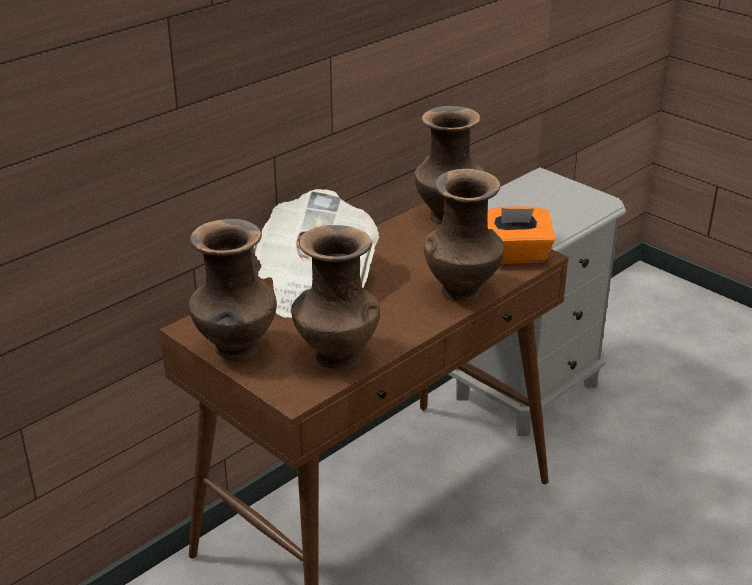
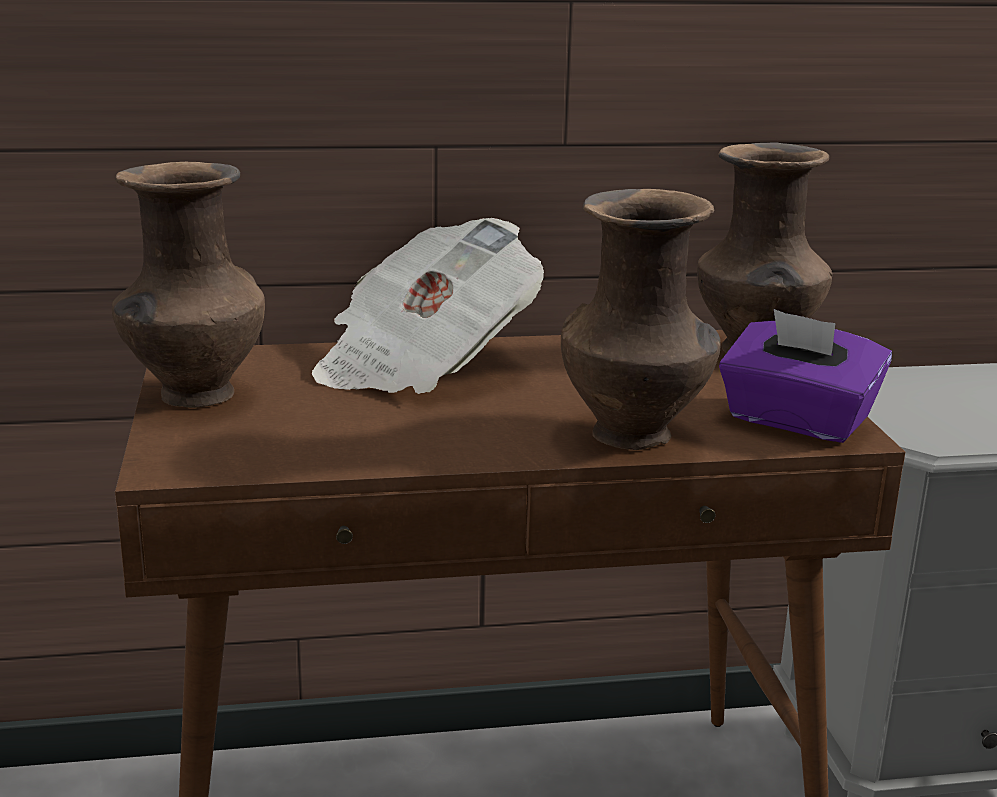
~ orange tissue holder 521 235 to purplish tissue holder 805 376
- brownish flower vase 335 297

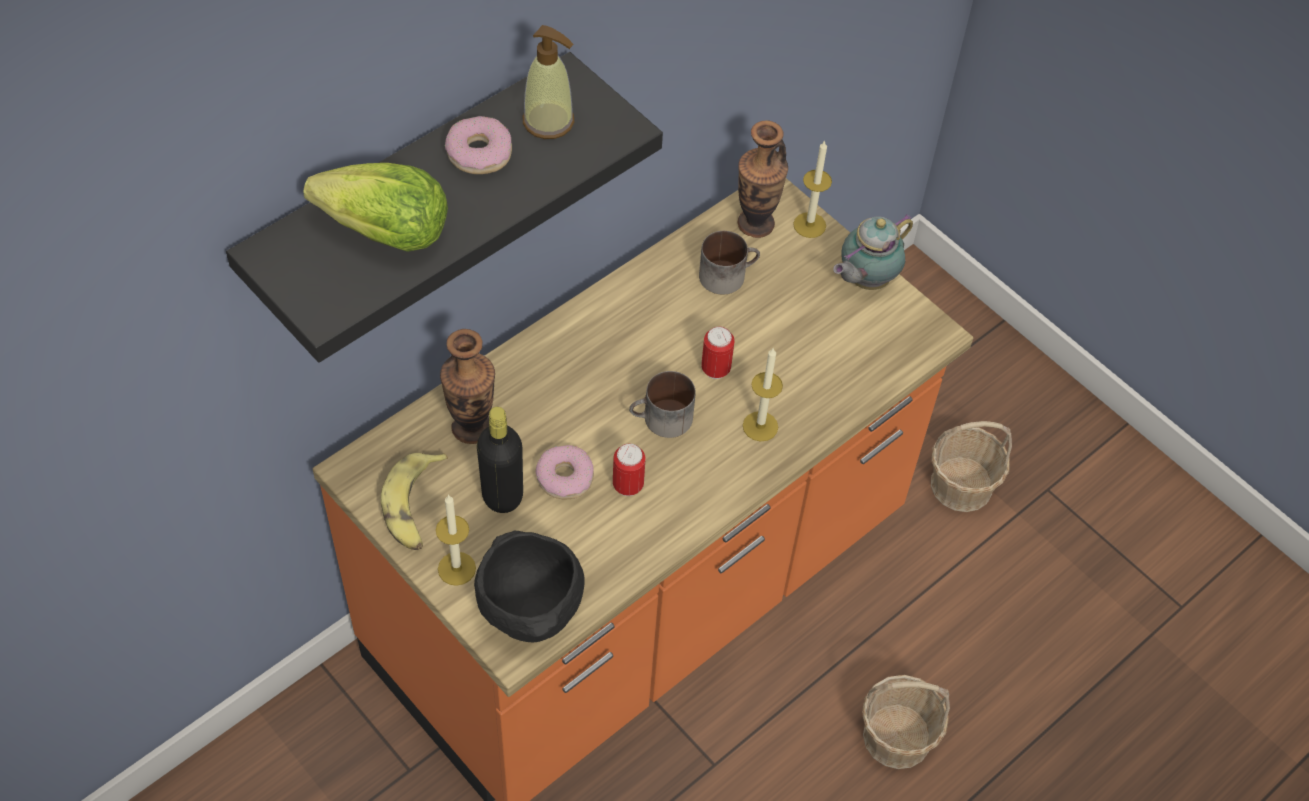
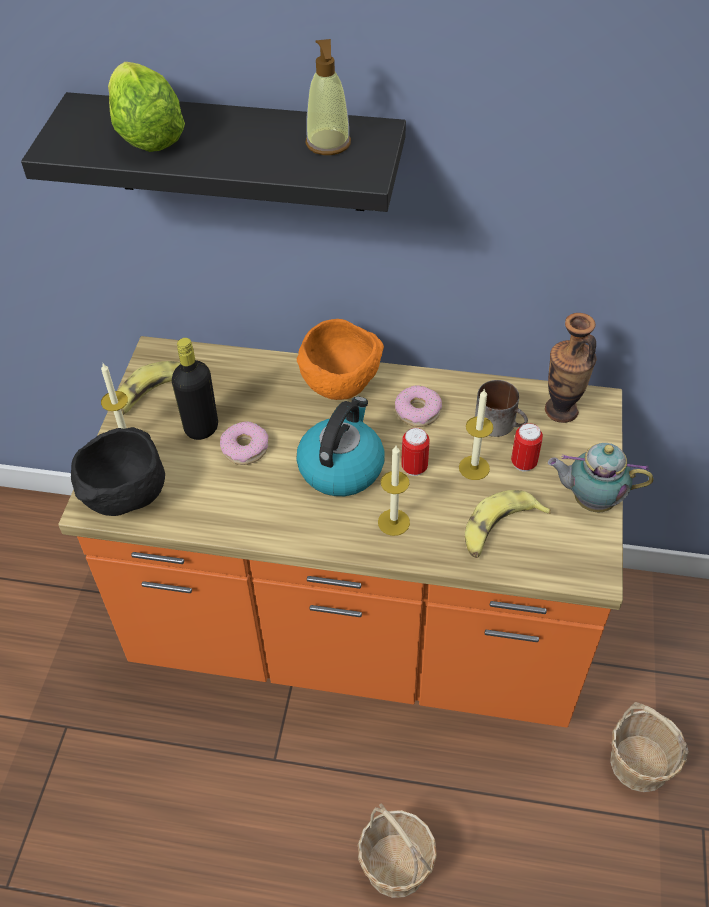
~ doughnut 478 145 to 418 406
~ candle 812 189 to 476 434
- flower vase 467 386
~ tea mug 662 404 to water kettle 340 446
~ metal can 629 469 to 527 447
+ orange deep dish 340 359
+ banana fruit 507 524

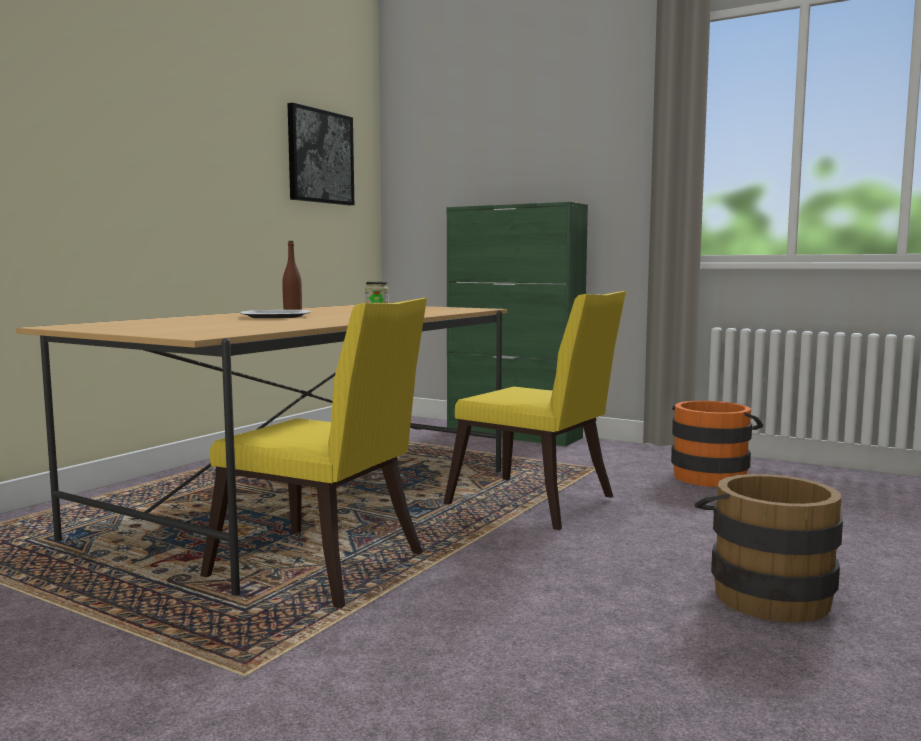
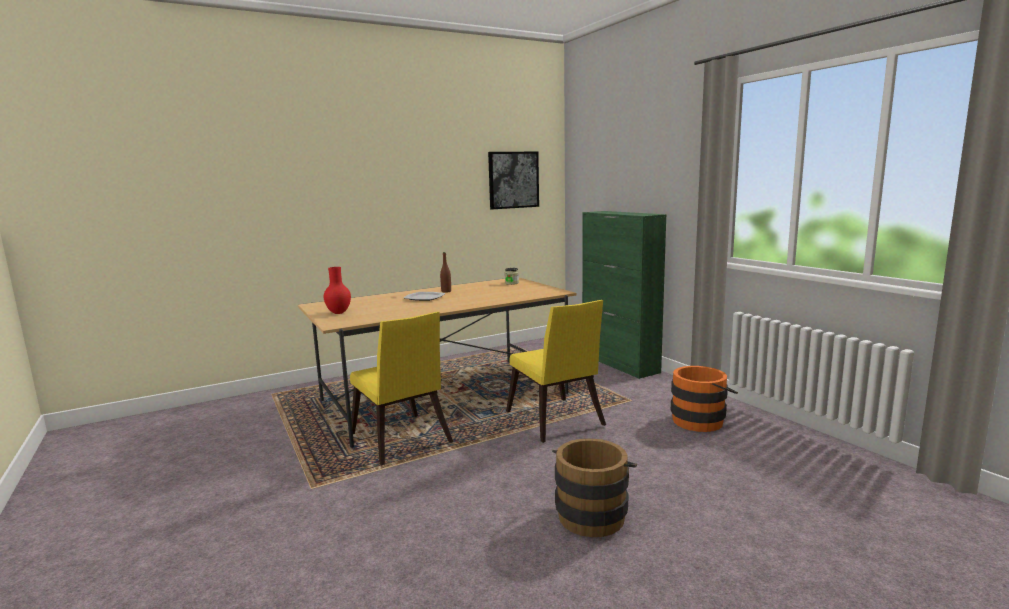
+ red-coloured flower vase 337 290

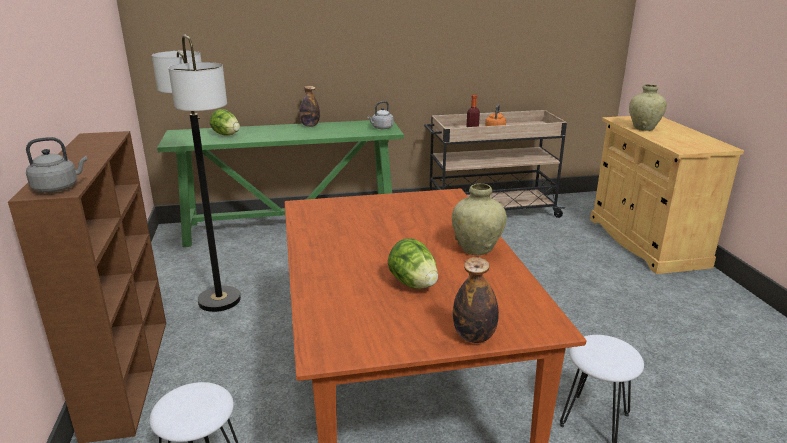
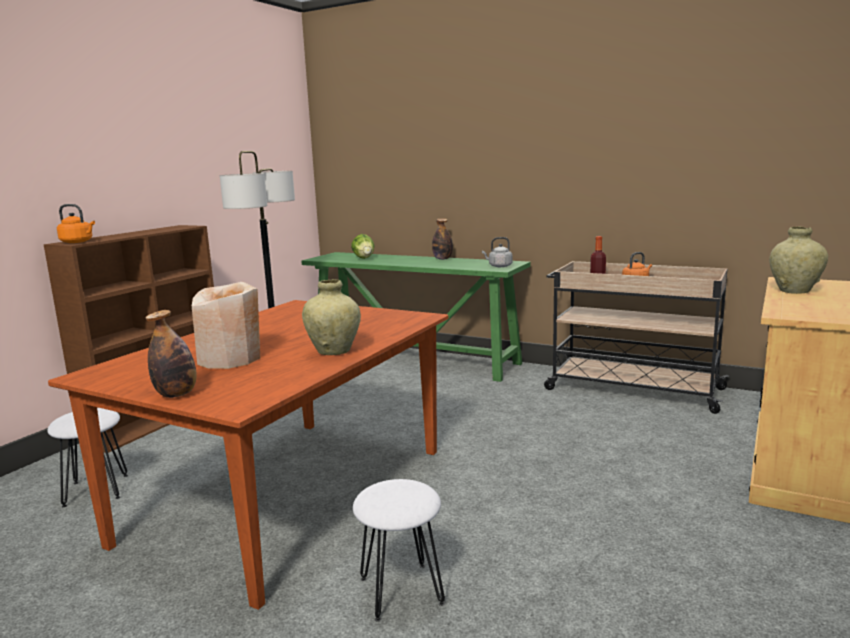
~ grey water kettle 56 165 to orange water kettle 76 223
~ lettuce head 413 264 to beige-coloured flower vase 226 325

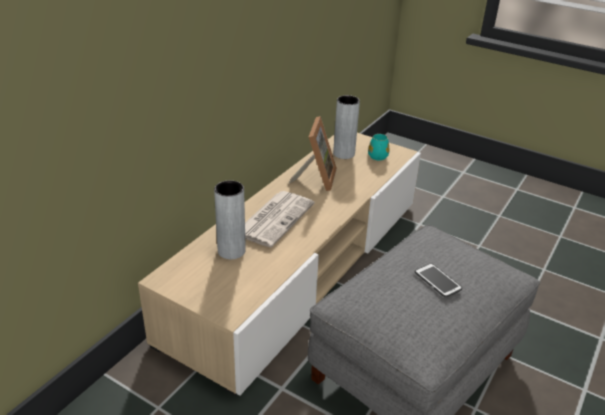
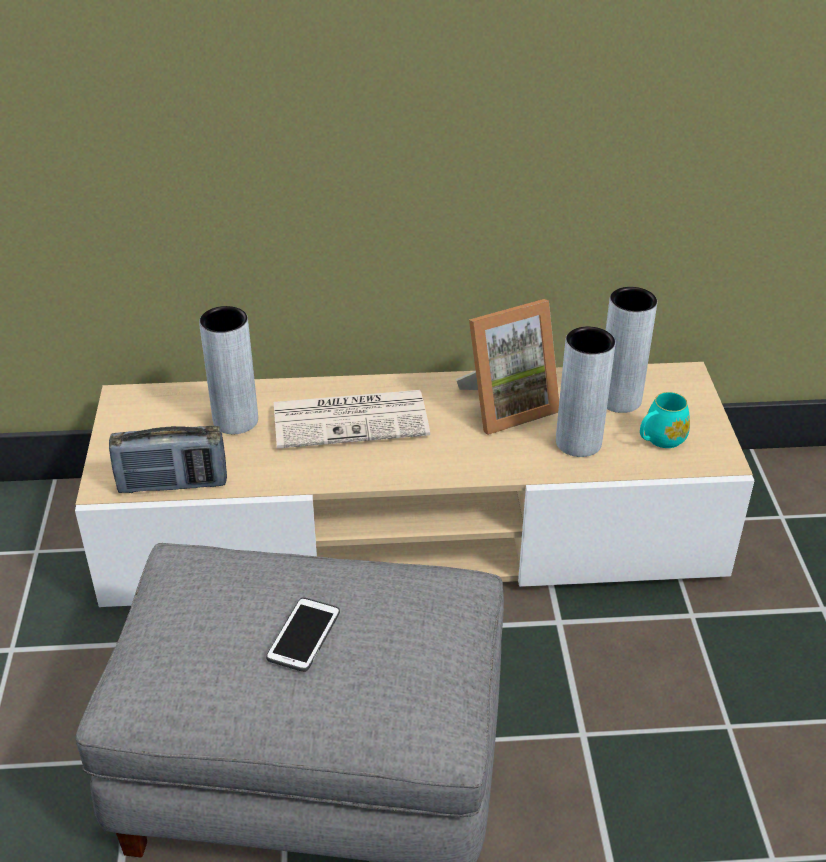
+ grey flower vase 585 392
+ radio set 168 459

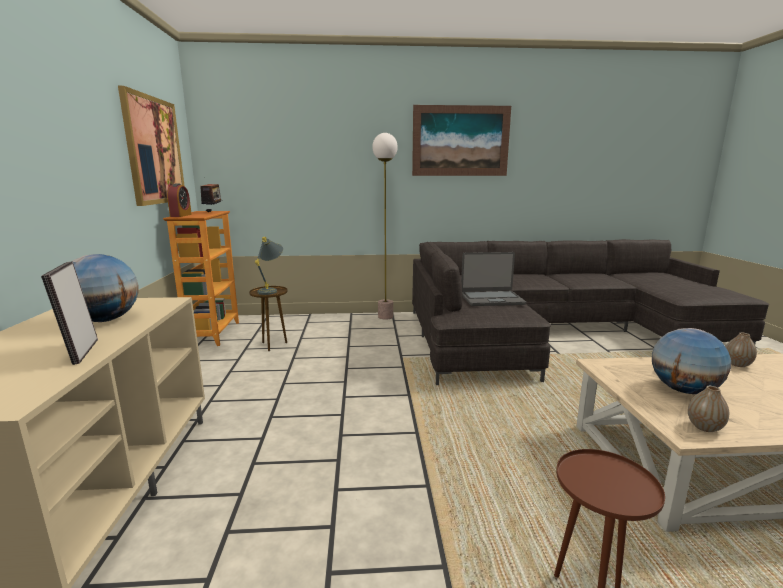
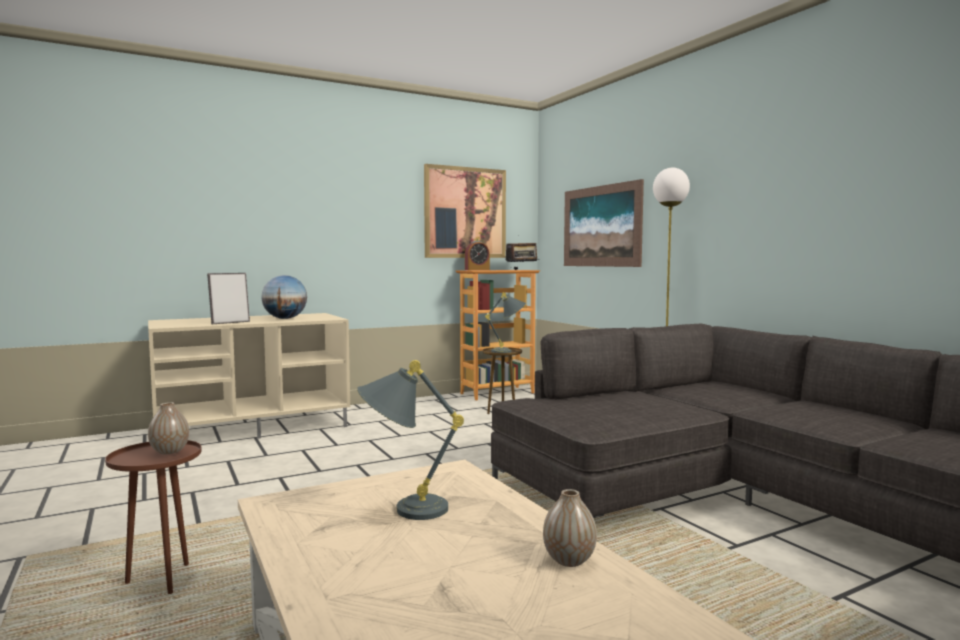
~ picture 461 140 to 604 223
- laptop 493 279
~ world globe 691 361 to grey lamp for a table 410 440
~ flower vase 708 409 to 168 428

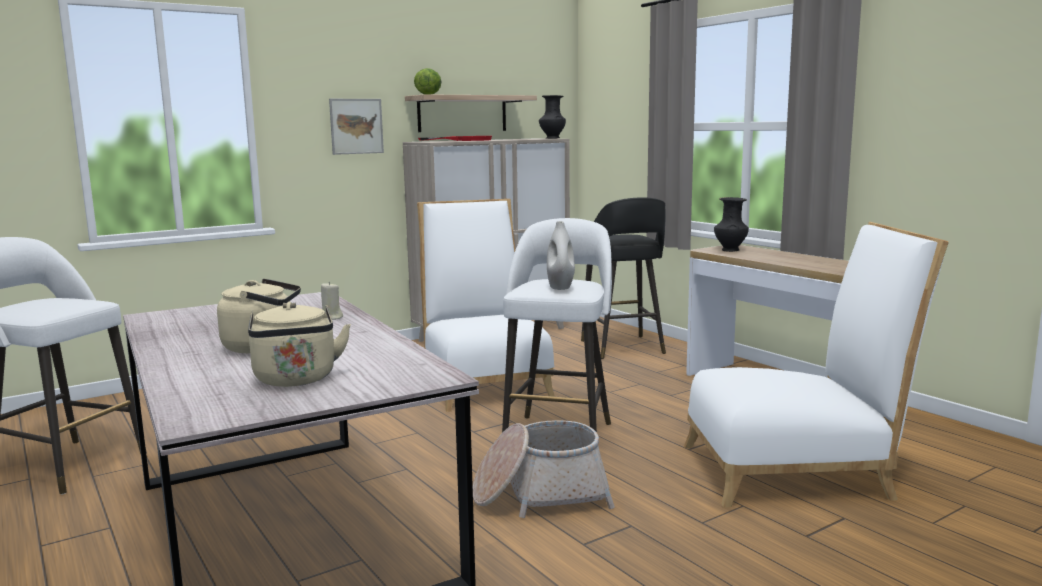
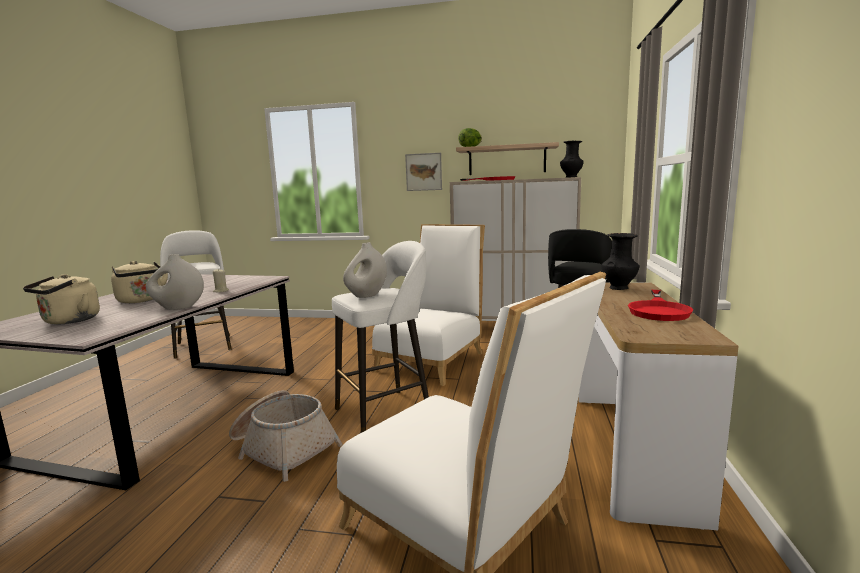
+ white flower vase 175 282
+ red-coloured frying pan 660 305

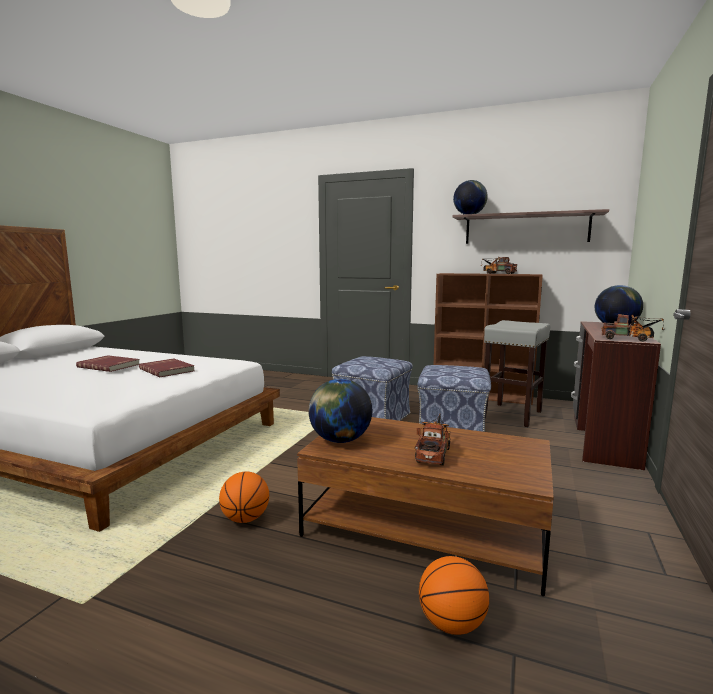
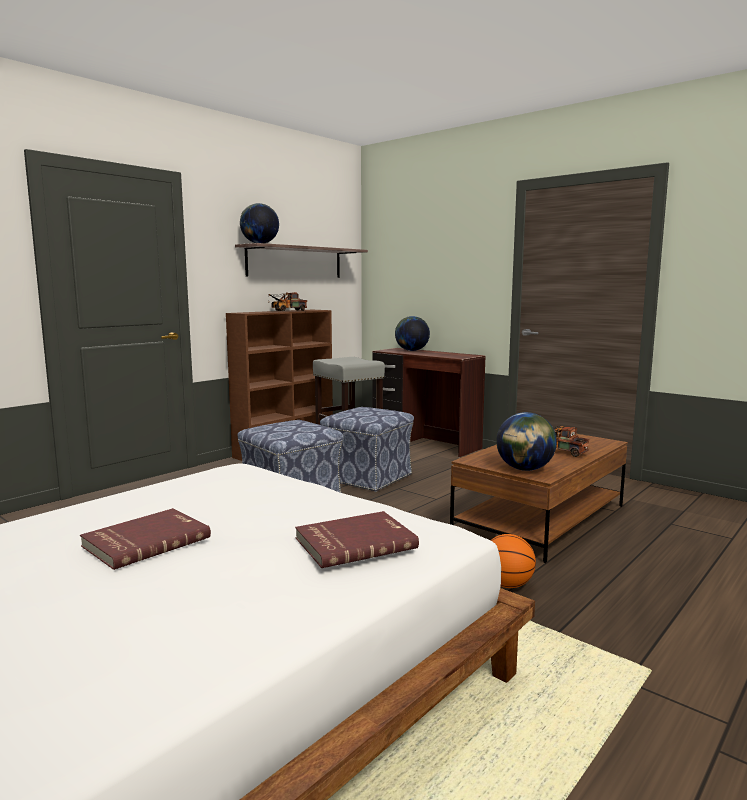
- toy truck 632 328
~ red-coloured volume 167 367 to 357 539
- ball for basketball 454 595

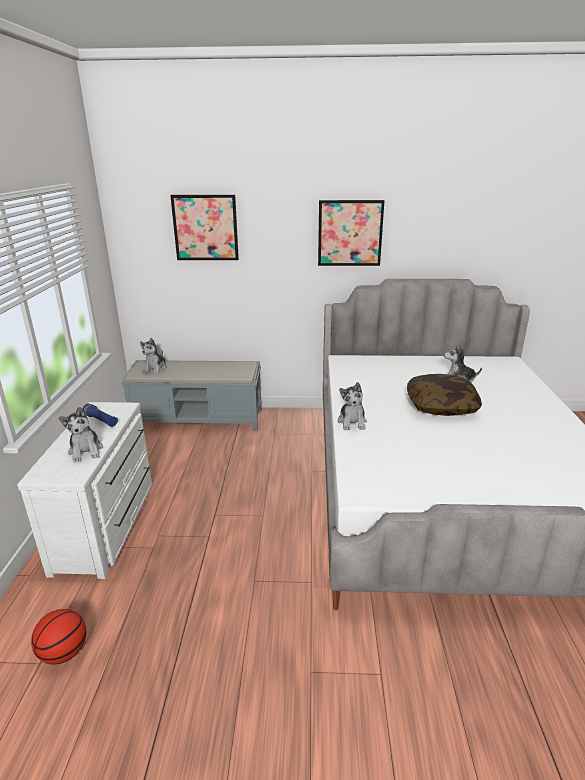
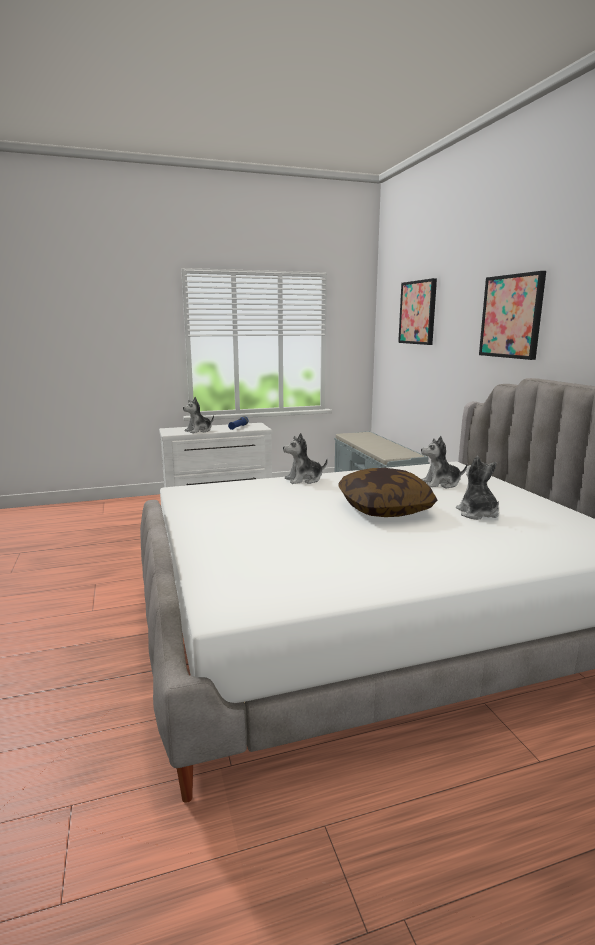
~ cuddly toy 153 356 to 444 462
- ball for basketball 58 637

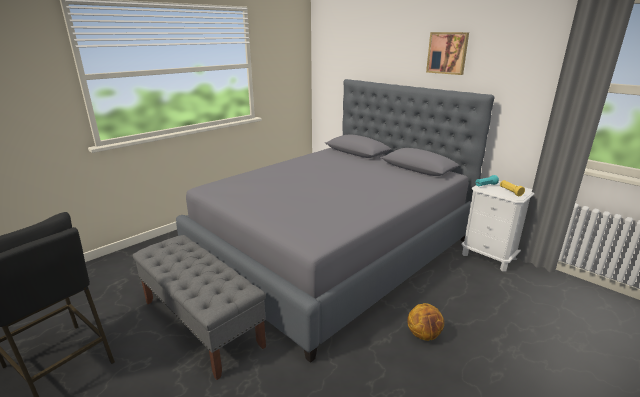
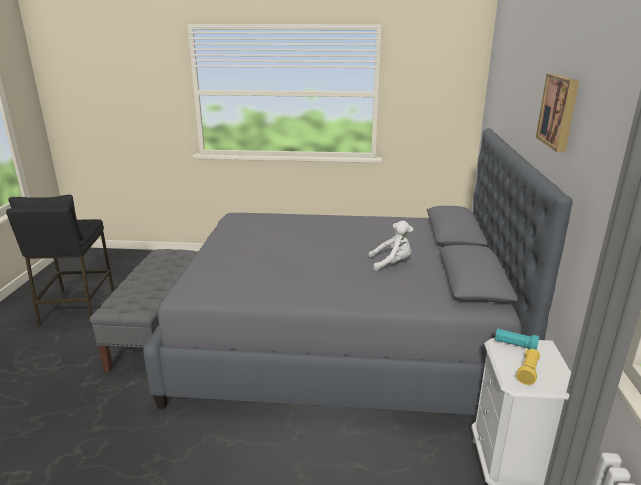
- ball for basketball 425 322
+ white cuddly toy 391 246

